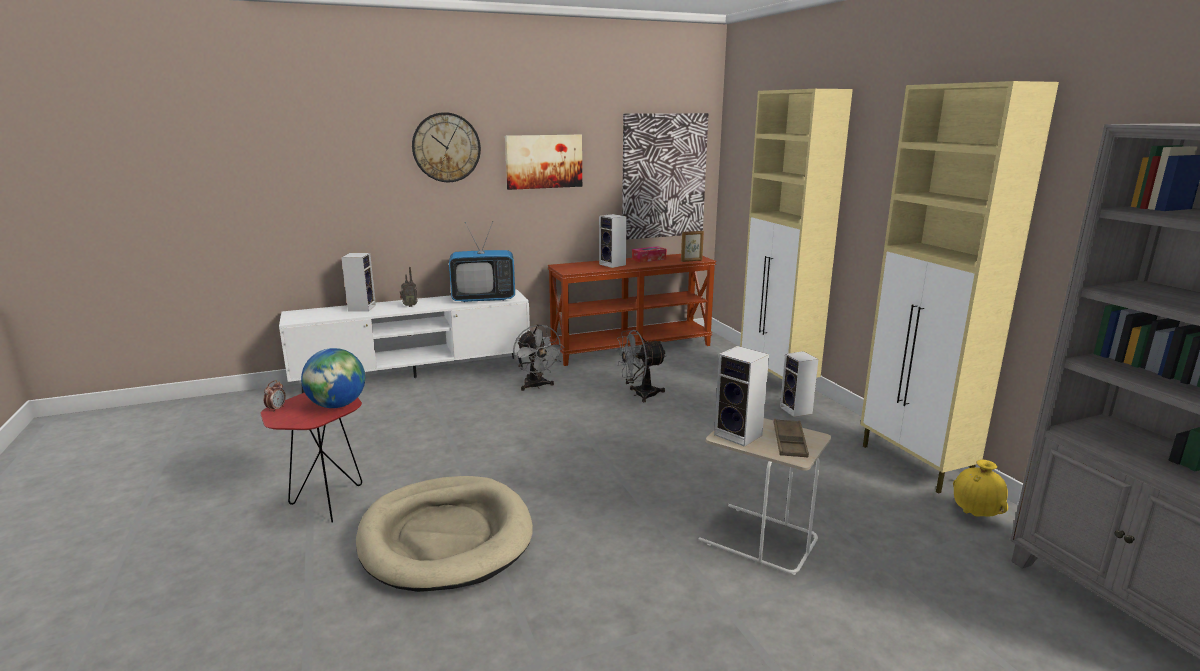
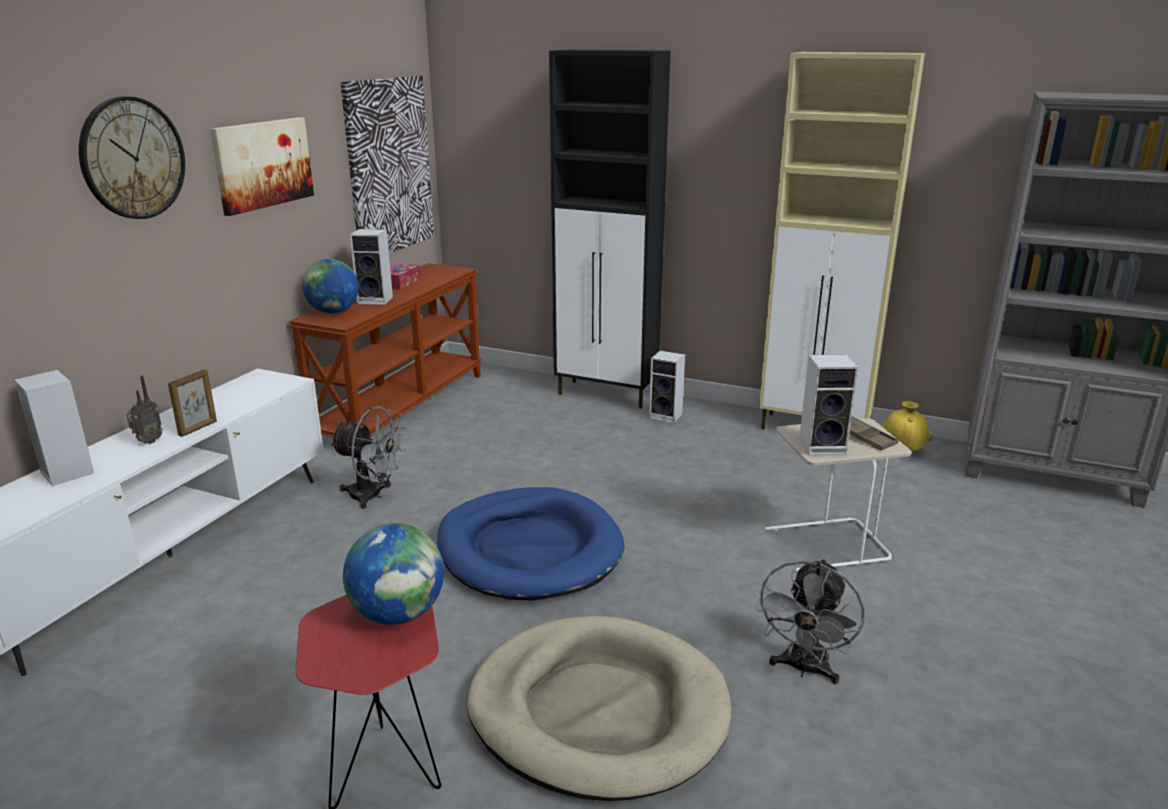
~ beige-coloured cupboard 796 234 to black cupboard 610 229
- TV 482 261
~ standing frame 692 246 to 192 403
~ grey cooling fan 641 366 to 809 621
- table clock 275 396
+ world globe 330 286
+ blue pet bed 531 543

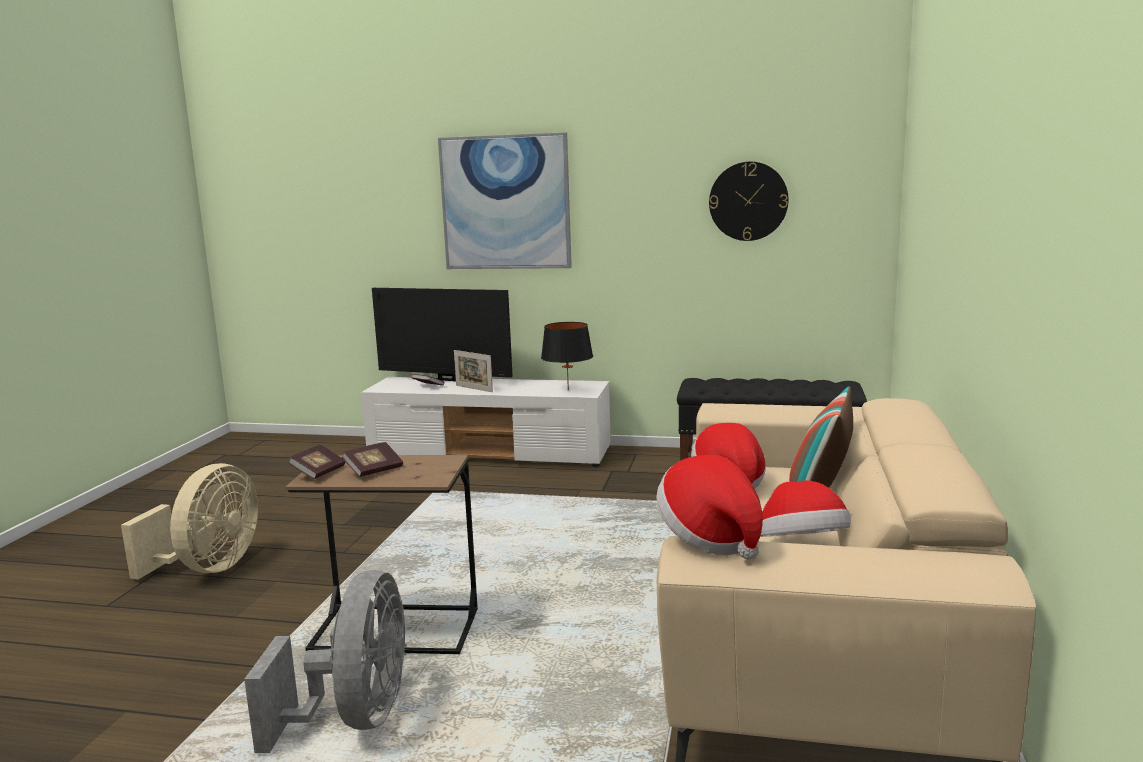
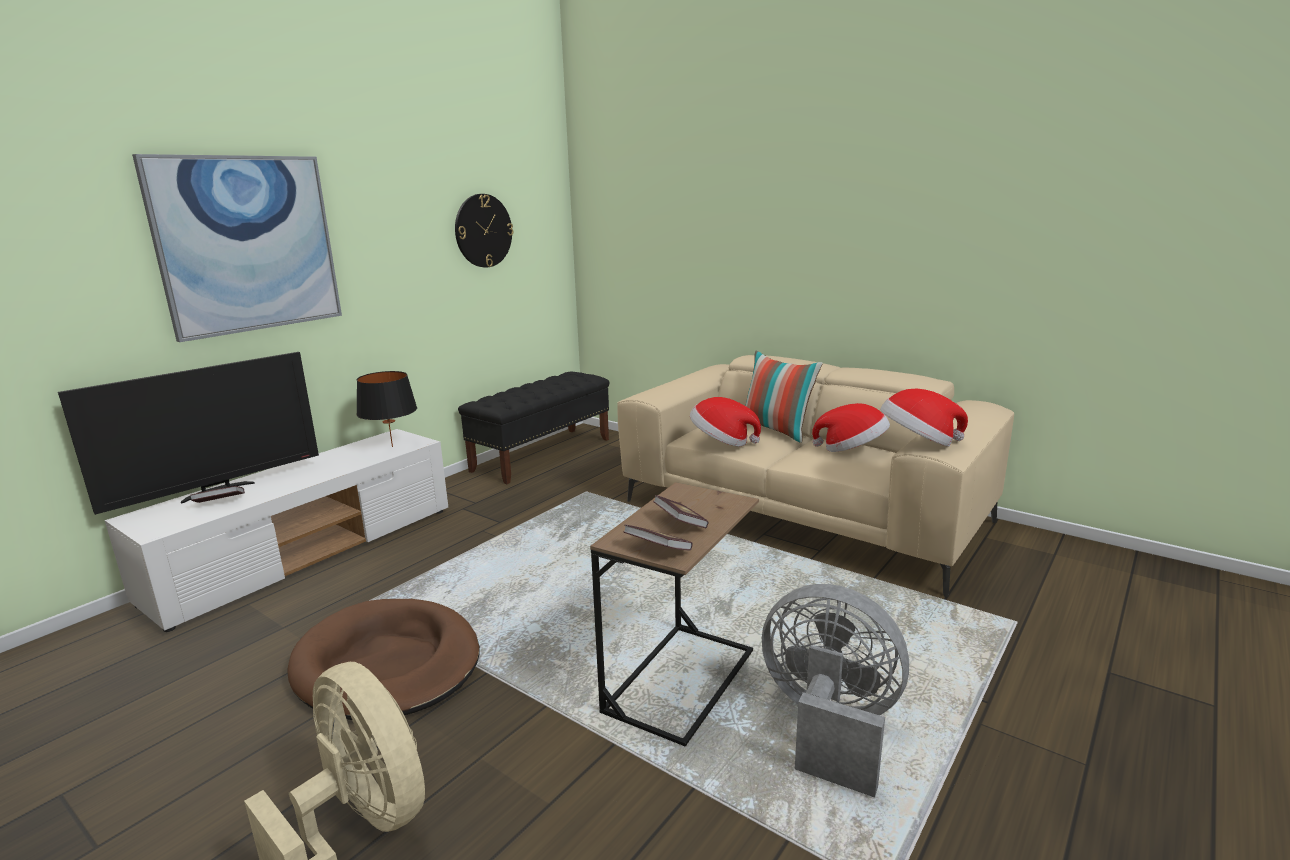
- standing frame 473 371
+ brownish pet bed 384 659

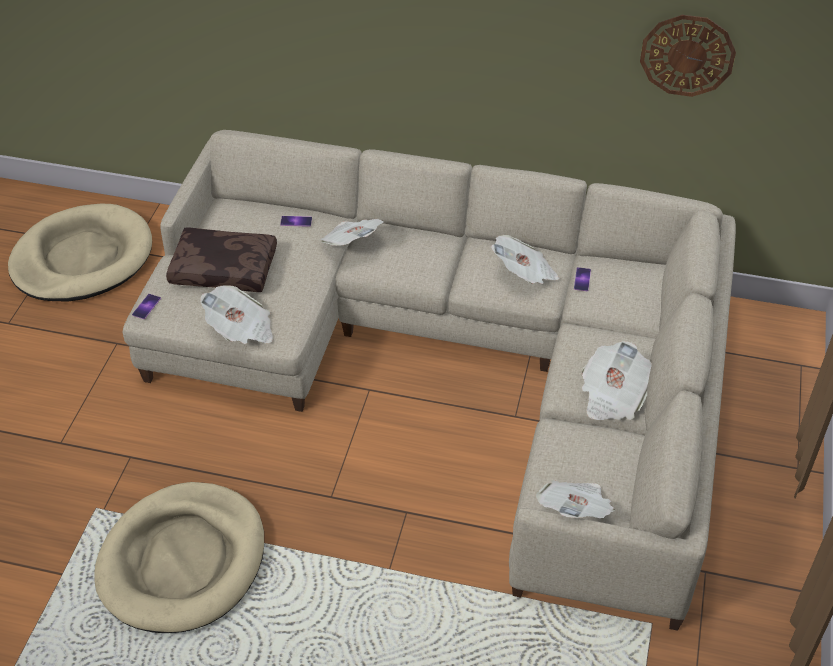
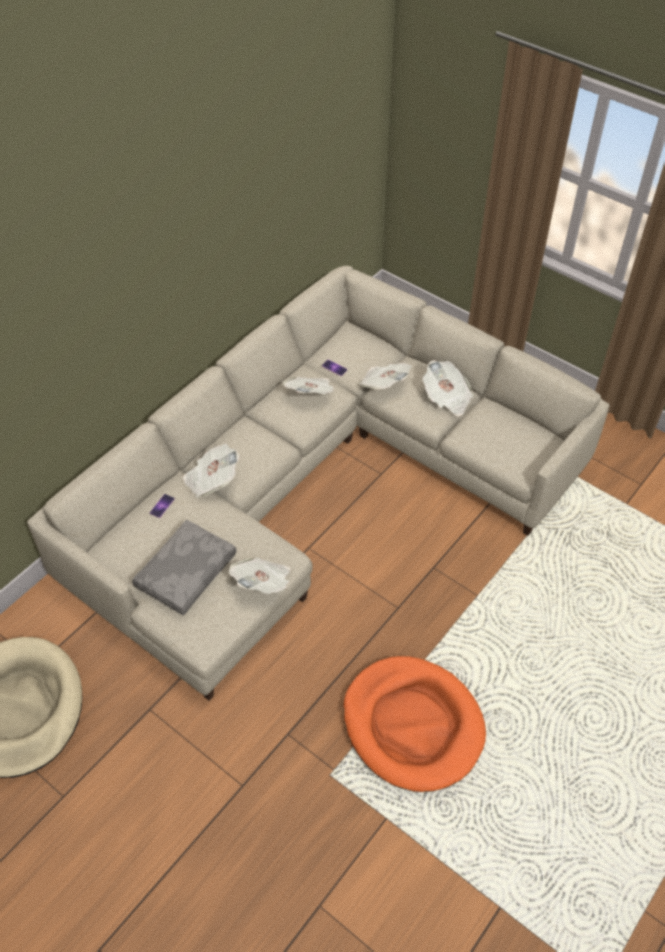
- wall clock 688 56
~ brownish pillow 221 260 to grey pillow 184 567
- phone 146 306
~ newspaper 575 499 to 385 376
~ beige-coloured pet bed 179 557 to orange pet bed 414 724

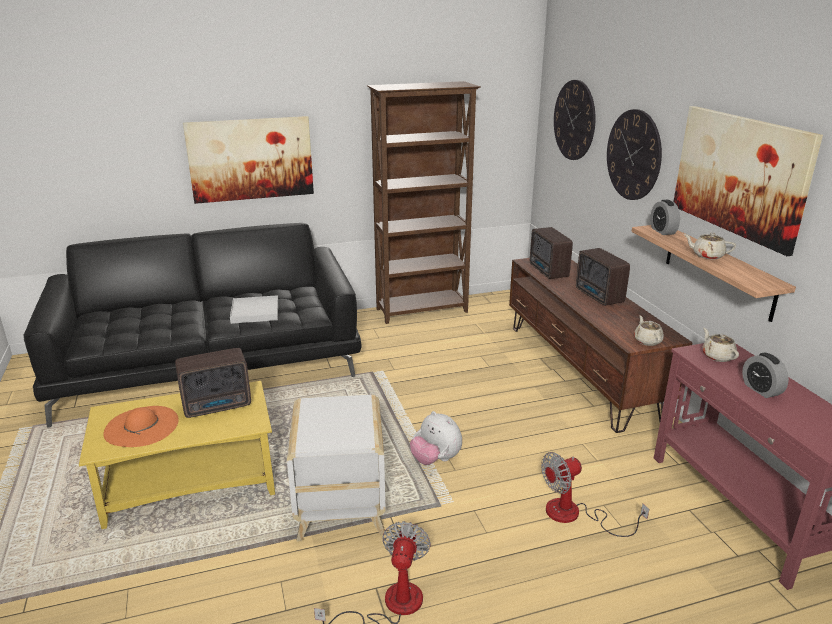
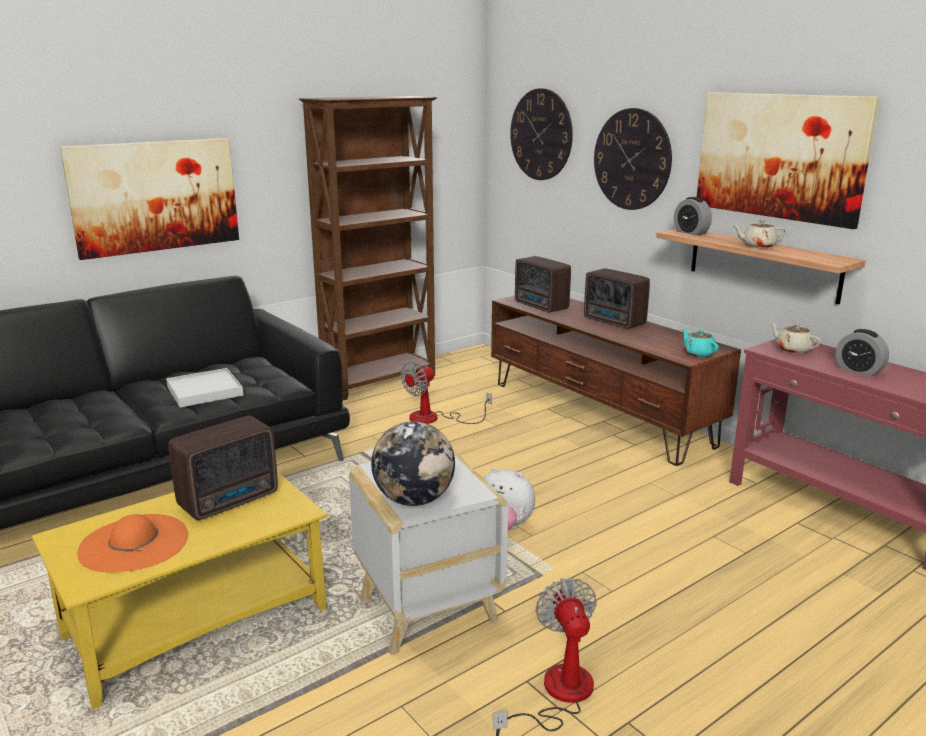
~ beige-coloured tea pot 649 330 to turquoise-coloured tea pot 700 342
~ cooling fan 595 494 to 446 392
+ world globe 413 463

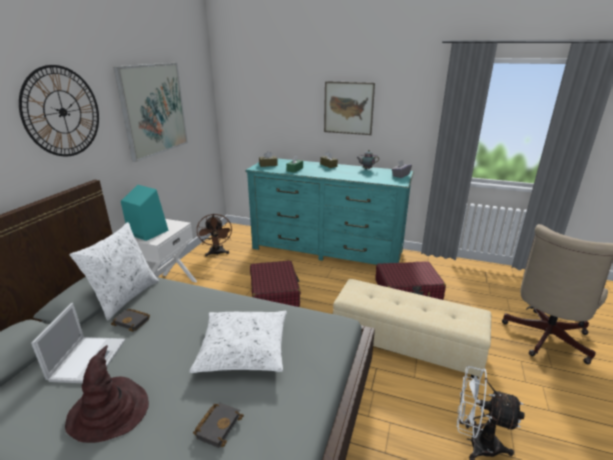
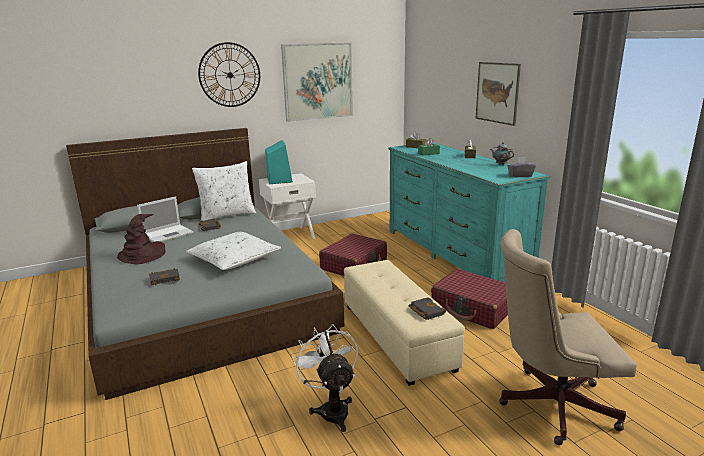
- brownish cooling fan 214 235
+ black volume 427 308

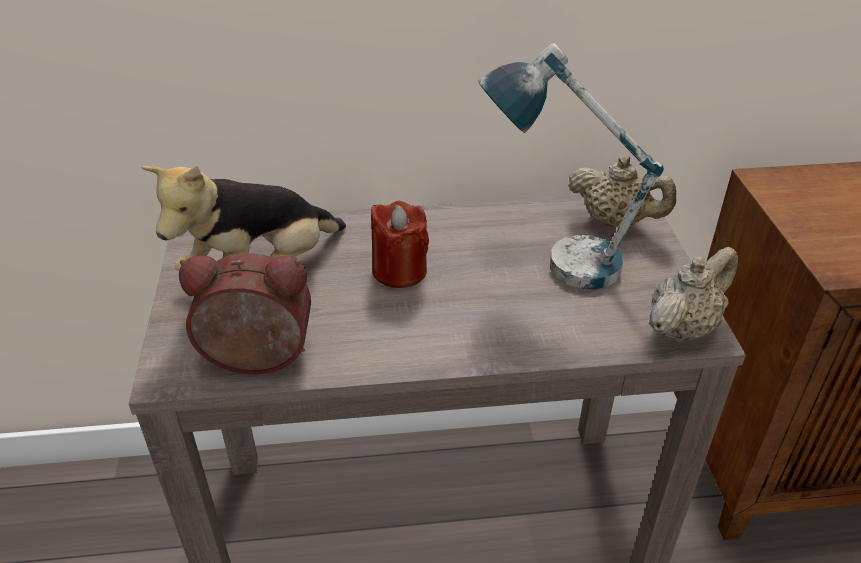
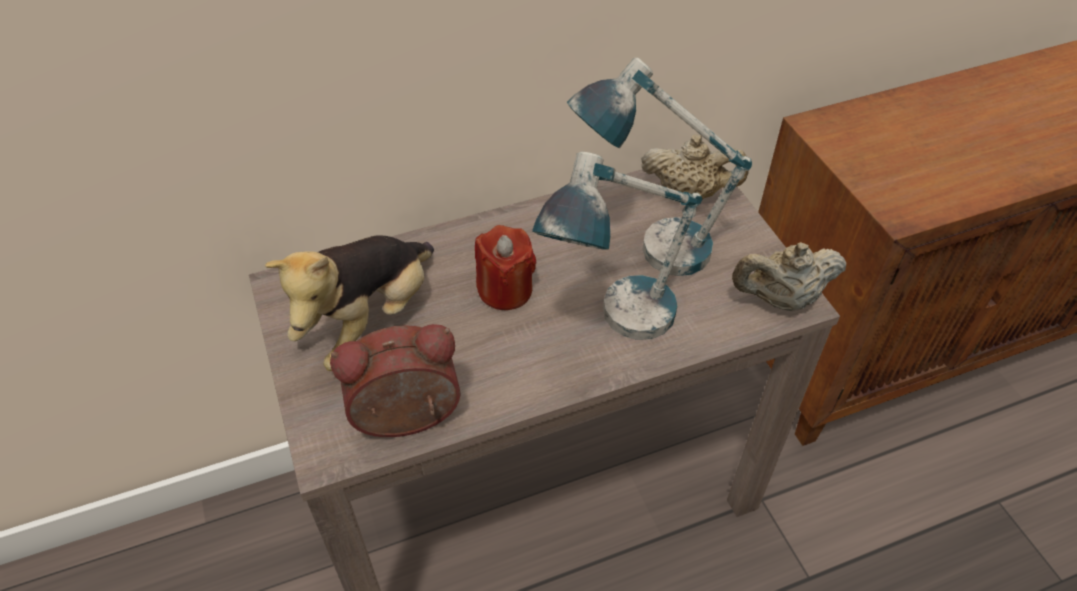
~ beige-coloured tea pot 693 295 = 789 276 135 degrees counterclockwise
+ lamp for a table 617 246

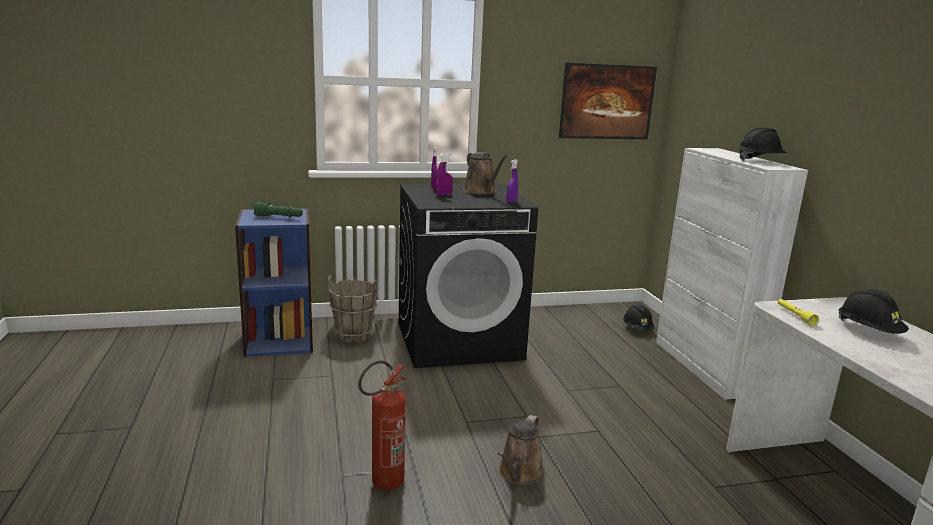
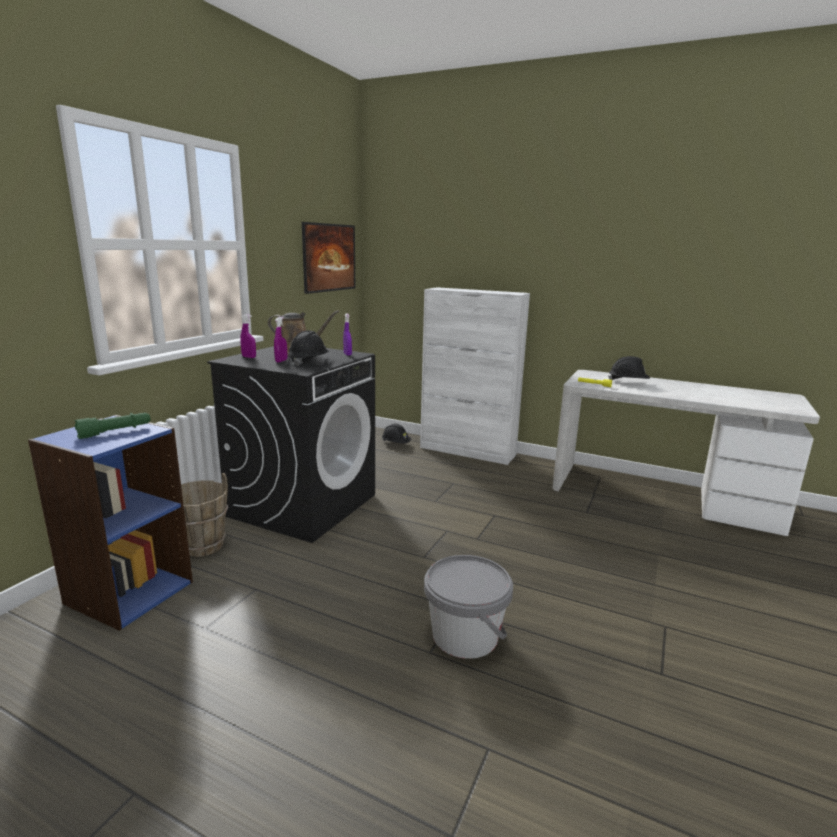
~ black hard hat 762 144 to 308 348
~ fire-fighting cylinder 382 425 to grey water bucket 468 607
- brownish watering can 521 450

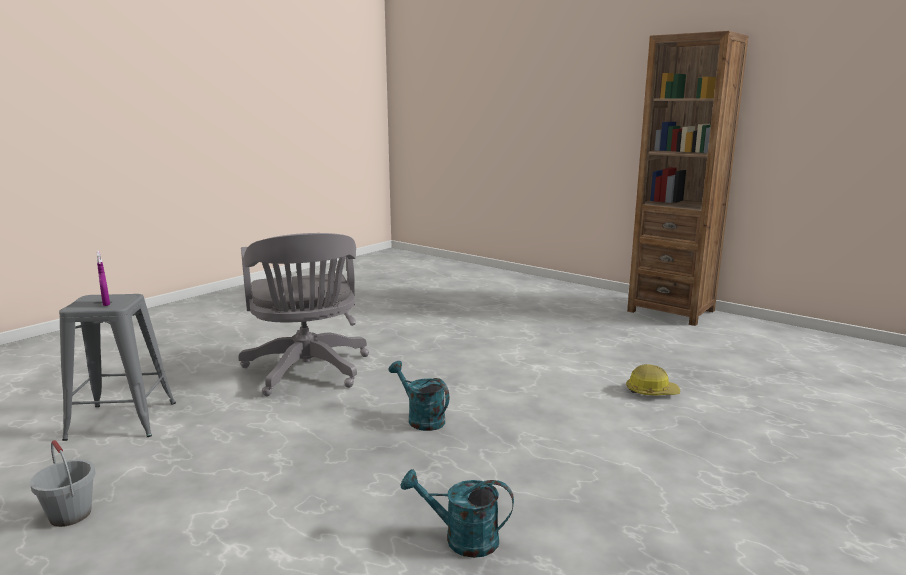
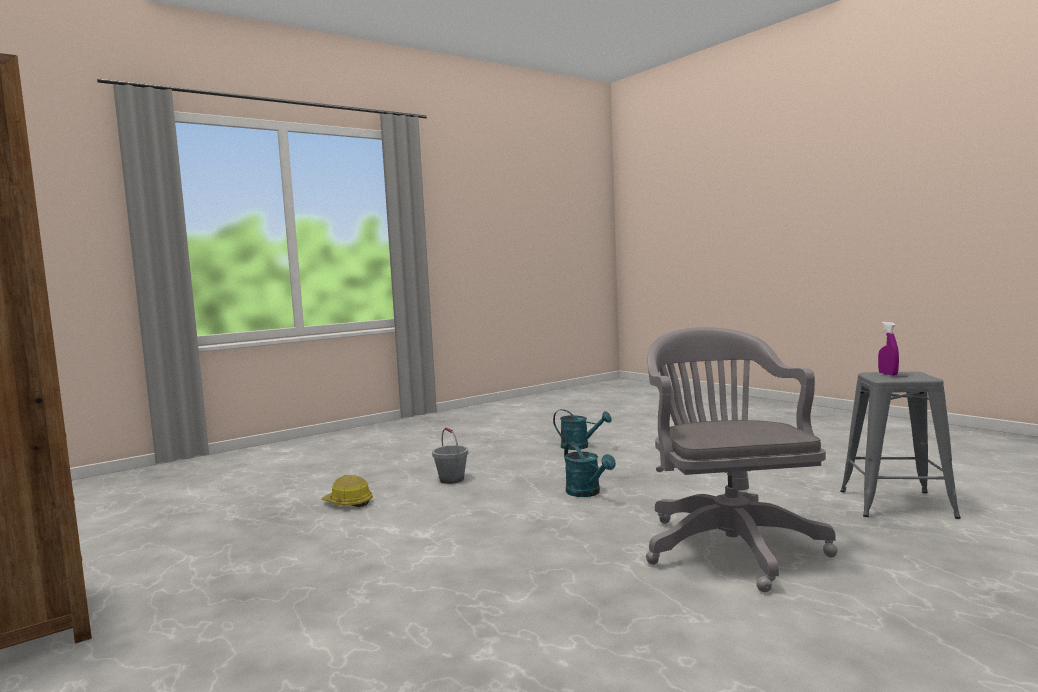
~ grey water bucket 63 483 to 450 455

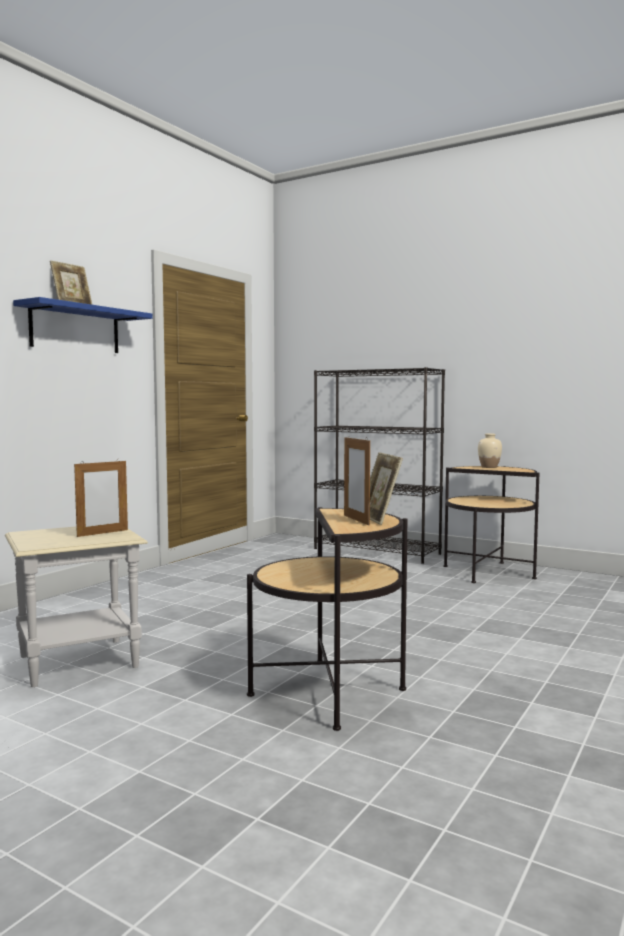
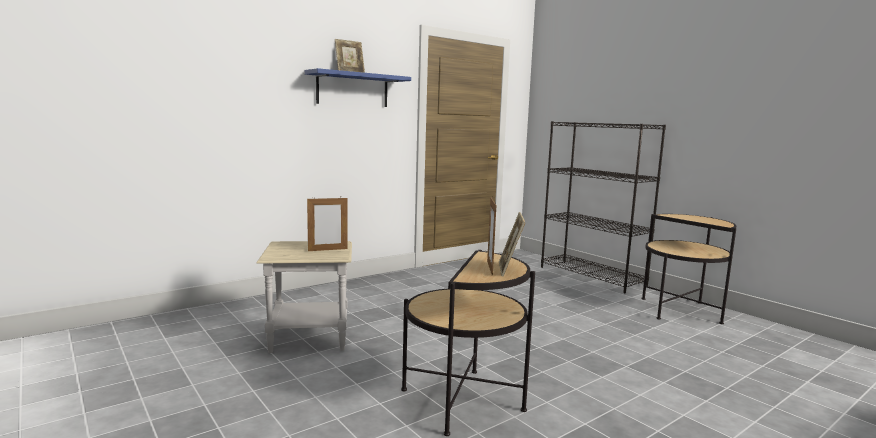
- beige-coloured flower vase 490 451

